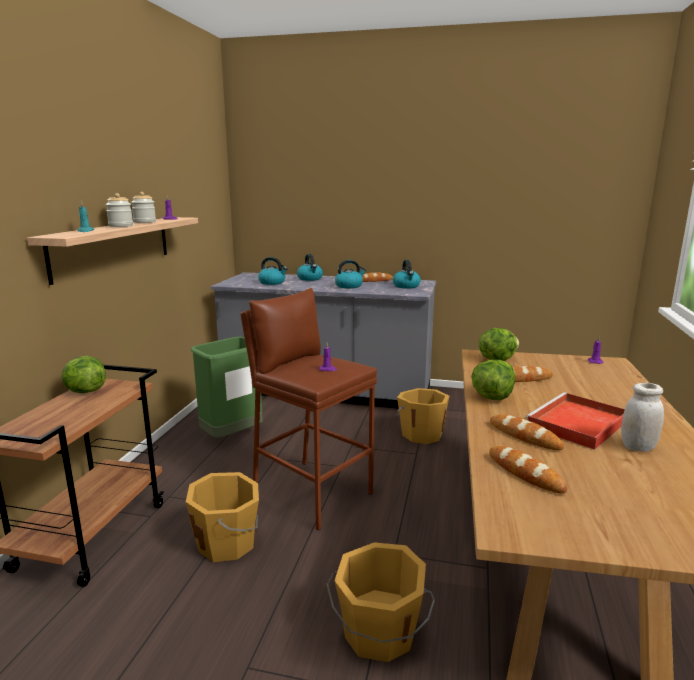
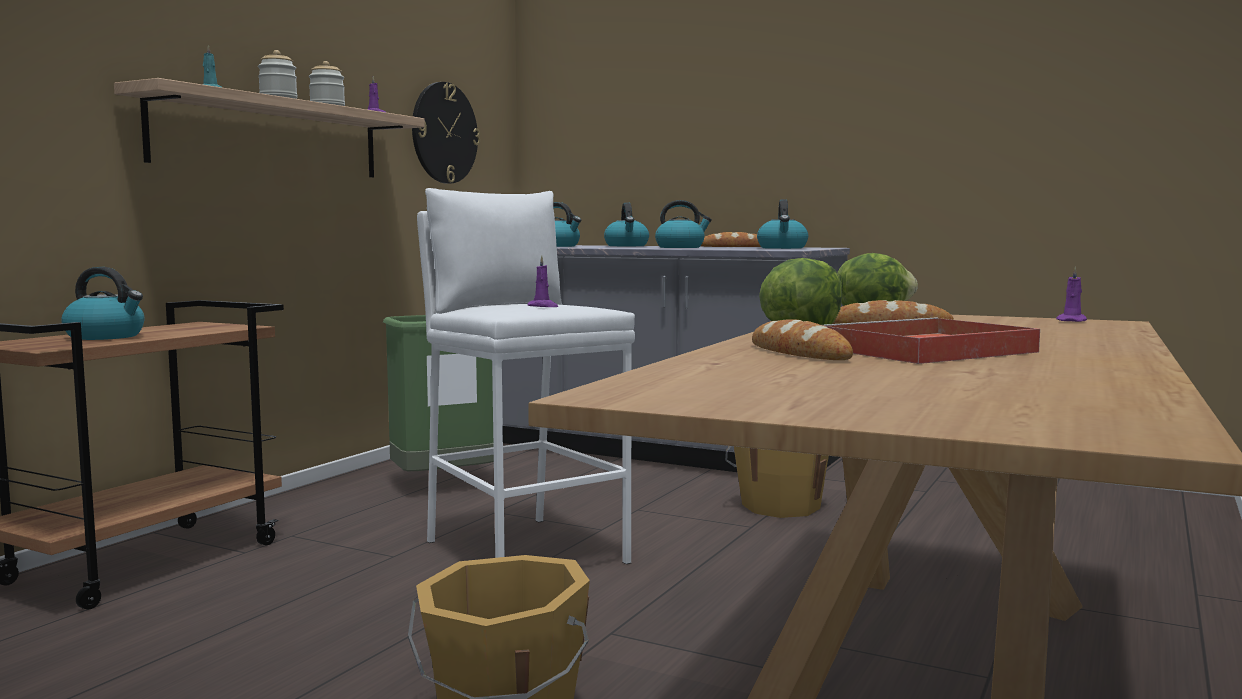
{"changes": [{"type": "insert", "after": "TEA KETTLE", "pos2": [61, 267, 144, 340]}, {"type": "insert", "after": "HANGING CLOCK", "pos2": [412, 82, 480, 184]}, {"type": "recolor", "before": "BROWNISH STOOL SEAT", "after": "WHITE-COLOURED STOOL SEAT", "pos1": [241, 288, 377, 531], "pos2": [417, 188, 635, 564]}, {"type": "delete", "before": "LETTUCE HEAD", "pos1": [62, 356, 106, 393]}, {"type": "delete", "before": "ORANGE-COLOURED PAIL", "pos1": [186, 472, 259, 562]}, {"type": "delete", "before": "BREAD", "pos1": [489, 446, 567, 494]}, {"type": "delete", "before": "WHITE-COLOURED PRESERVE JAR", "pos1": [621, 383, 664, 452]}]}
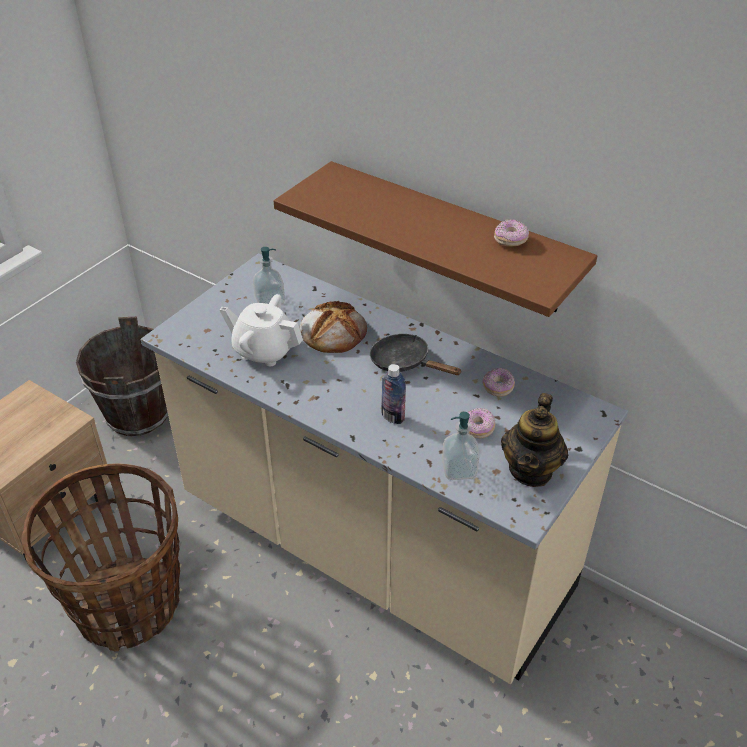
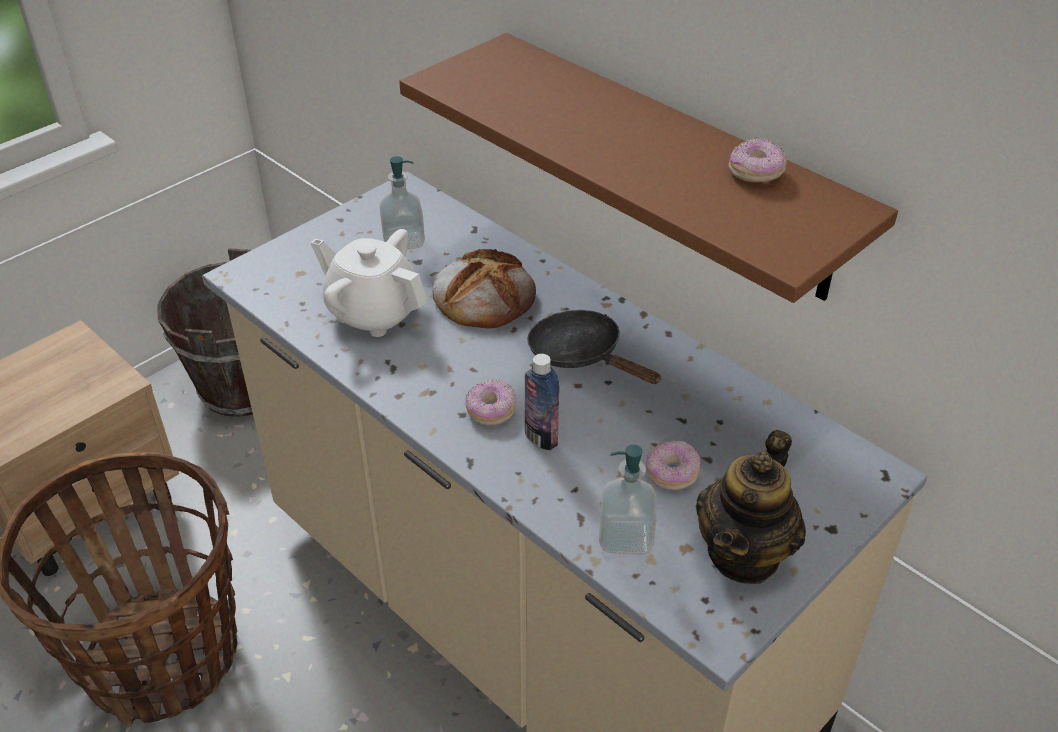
{"changes": [{"type": "move", "before": "RING DOUGHNUT", "pos1": [482, 368, 515, 397], "pos2": [465, 379, 516, 426]}]}
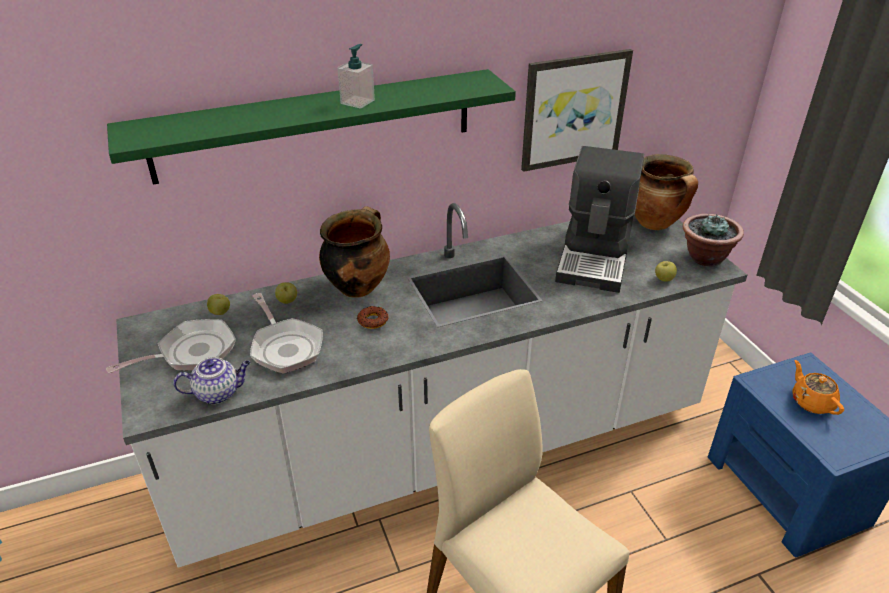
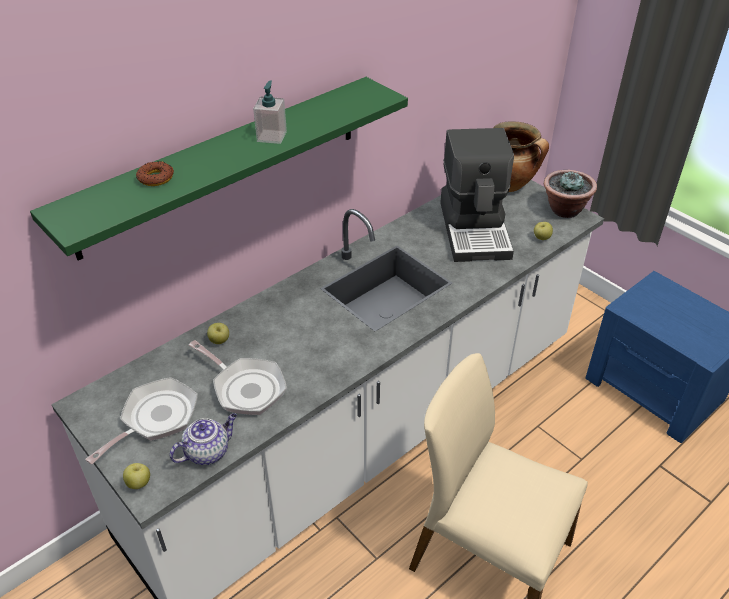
{"changes": [{"type": "move", "before": "WHOLE APPLE", "pos1": [207, 294, 230, 315], "pos2": [123, 463, 150, 489]}, {"type": "move", "before": "RING DOUGHNUT", "pos1": [357, 306, 389, 329], "pos2": [136, 161, 174, 186]}, {"type": "delete", "before": "COOKING POT", "pos1": [319, 206, 390, 298]}, {"type": "delete", "before": "PICTURE", "pos1": [521, 49, 633, 172]}, {"type": "delete", "before": "ORANGE-COLOURED TEA POT", "pos1": [792, 360, 844, 415]}]}
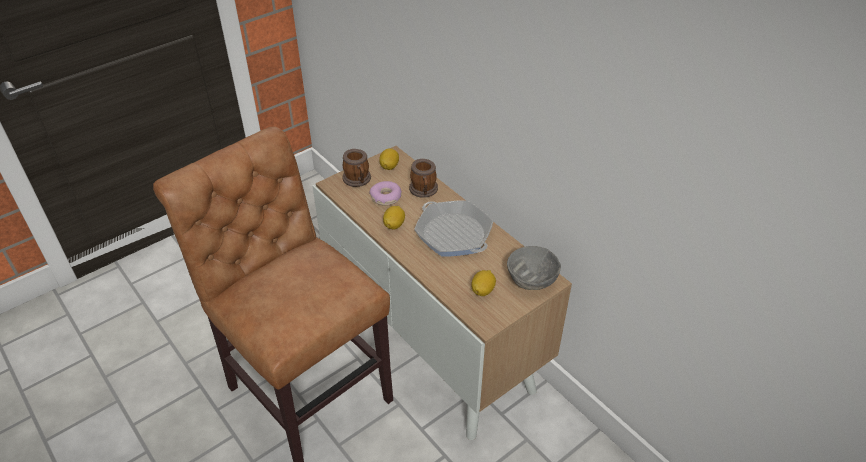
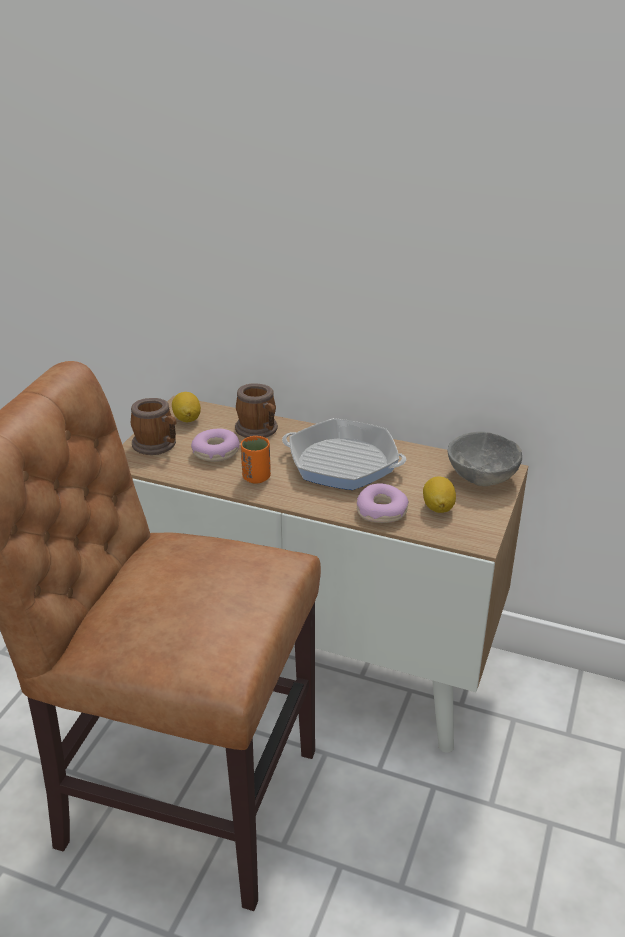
{"changes": [{"type": "replace", "before": "LEMON", "after": "ORANGE-COLOURED SMALL CUP", "pos1": [383, 206, 405, 229], "pos2": [241, 436, 271, 484]}, {"type": "insert", "after": "RING DOUGHNUT", "pos2": [357, 483, 409, 523]}]}
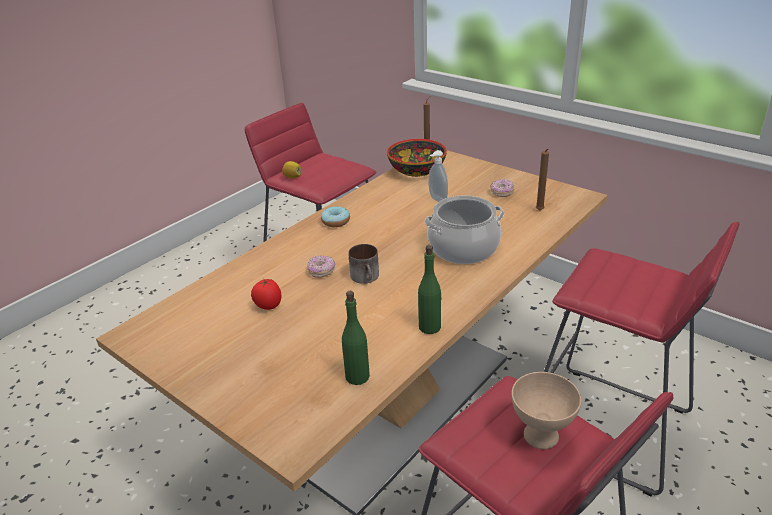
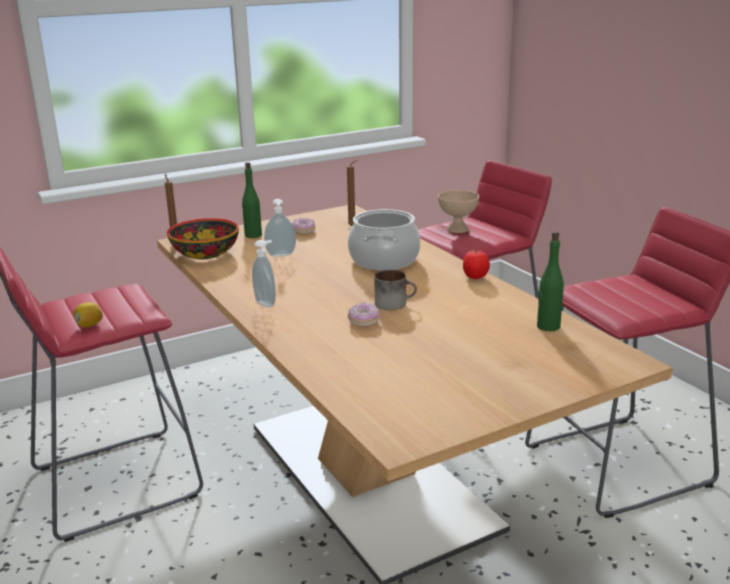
{"changes": [{"type": "move", "before": "GREENISH BOTTLE", "pos1": [418, 245, 442, 334], "pos2": [242, 162, 262, 238]}, {"type": "replace", "before": "RING DOUGHNUT", "after": "SOAP DISPENSER", "pos1": [321, 206, 350, 227], "pos2": [252, 240, 276, 308]}, {"type": "move", "before": "BEIGE-COLOURED SERVING BOWL", "pos1": [511, 372, 581, 449], "pos2": [438, 190, 479, 233]}, {"type": "move", "before": "TOMATO", "pos1": [251, 279, 282, 310], "pos2": [463, 250, 490, 279]}]}
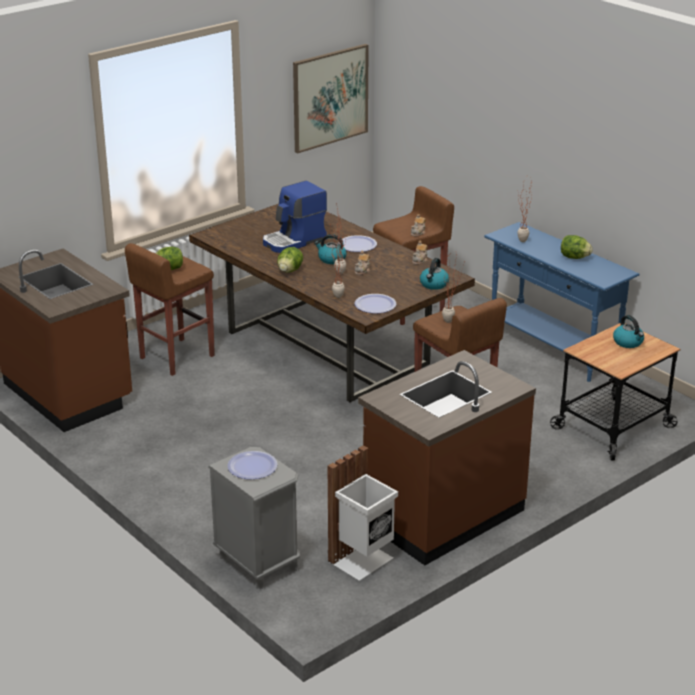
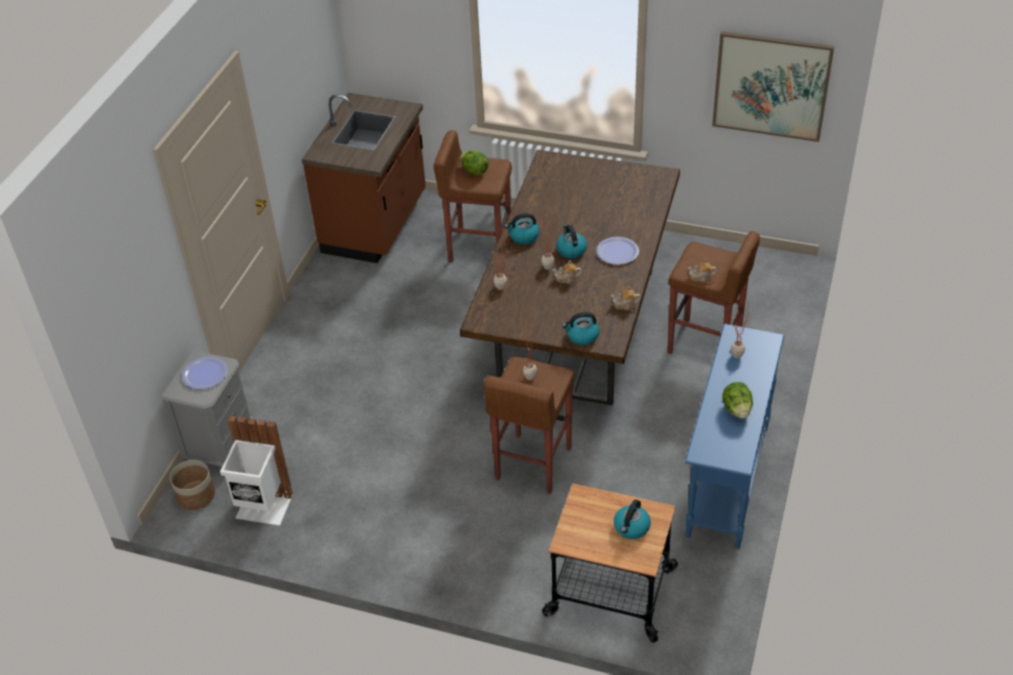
{"changes": [{"type": "insert", "after": "FLOWER POT", "pos2": [170, 460, 215, 510]}, {"type": "replace", "before": "LETTUCE HEAD", "after": "TEA KETTLE", "pos1": [277, 247, 303, 273], "pos2": [505, 213, 540, 244]}, {"type": "delete", "before": "COFFEE BREWER", "pos1": [263, 181, 327, 253]}, {"type": "delete", "before": "FLAT DISH", "pos1": [355, 294, 396, 313]}, {"type": "delete", "before": "BROWNISH KITCHEN COUNTER", "pos1": [358, 350, 536, 565]}]}
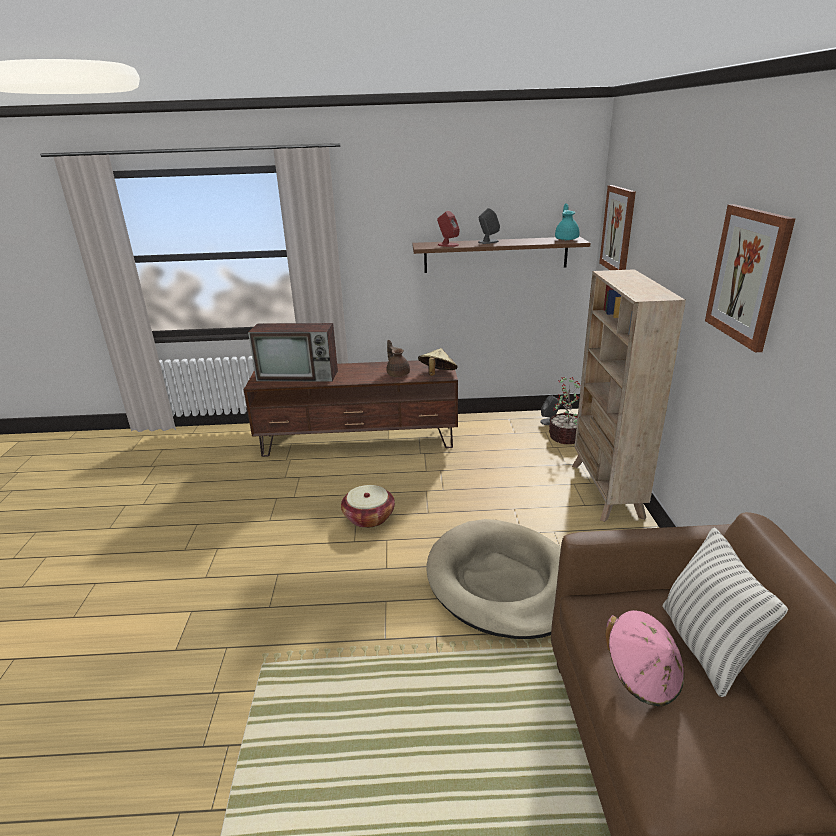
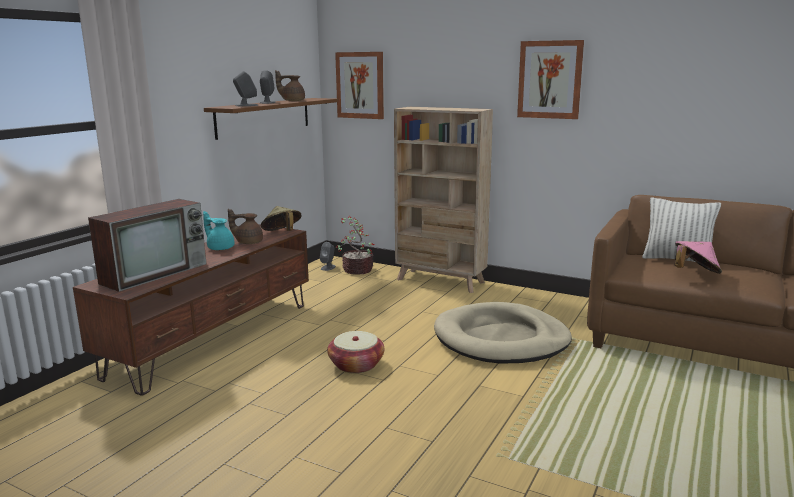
{"changes": [{"type": "move", "before": "BLUE-GREEN TEA POT", "pos1": [555, 203, 579, 240], "pos2": [203, 211, 235, 250]}, {"type": "recolor", "before": "REDDISH LOUDSPEAKER", "after": "GREY LOUDSPEAKER", "pos1": [437, 211, 459, 247], "pos2": [233, 71, 258, 106]}, {"type": "insert", "after": "BROWNISH TEA POT", "pos2": [275, 70, 305, 101]}]}
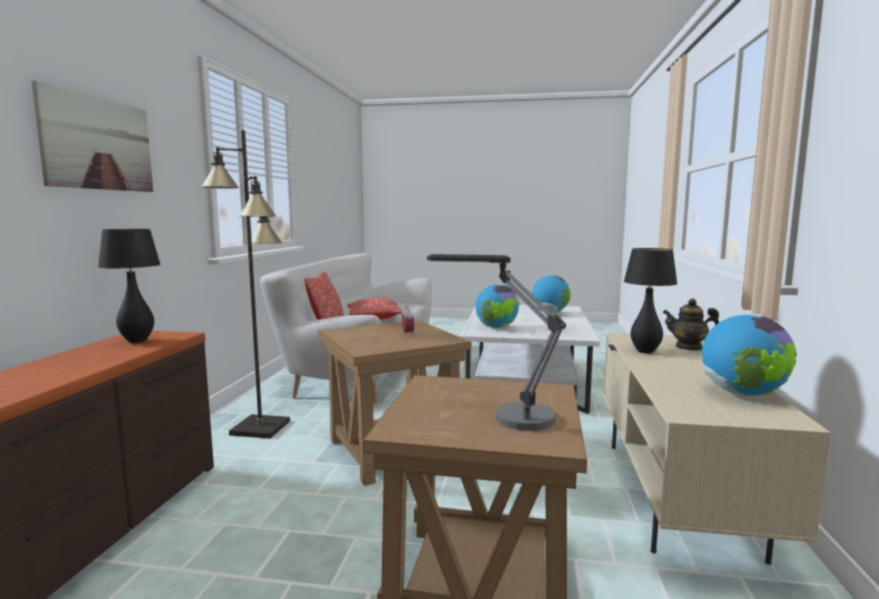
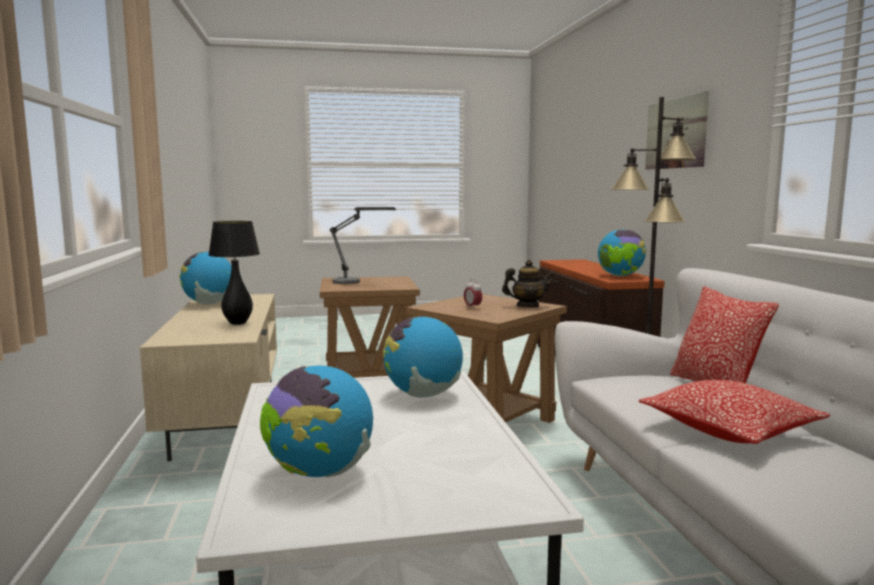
{"changes": [{"type": "move", "before": "TEA POT", "pos1": [663, 299, 719, 350], "pos2": [502, 260, 554, 307]}, {"type": "replace", "before": "BLACK LAMP FOR A TABLE", "after": "DESK GLOBE", "pos1": [98, 229, 161, 343], "pos2": [598, 229, 646, 276]}]}
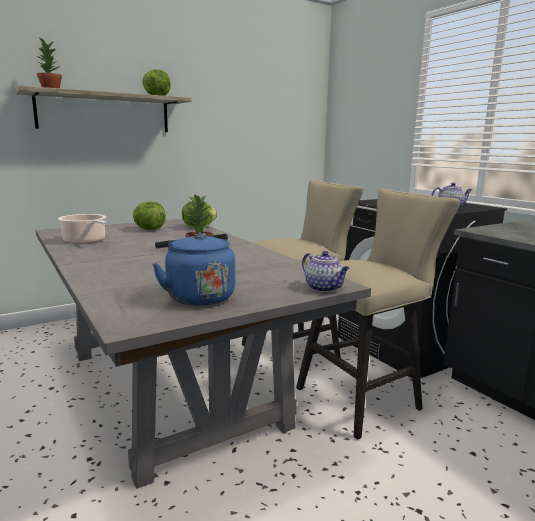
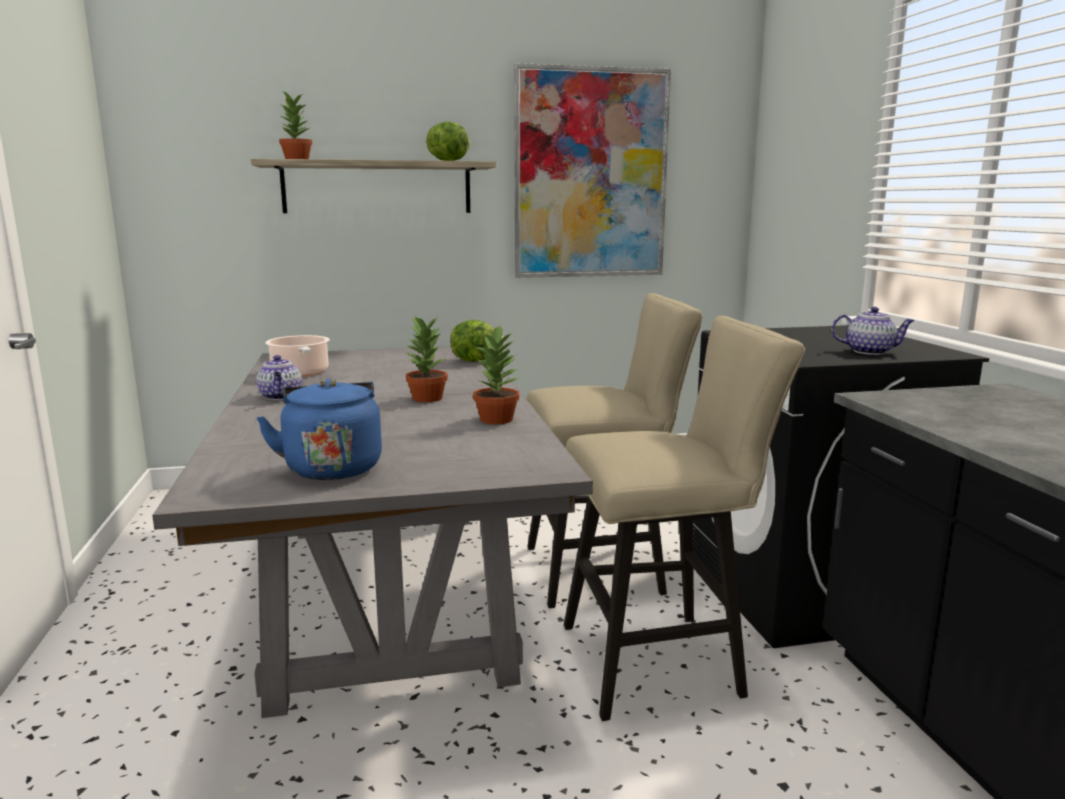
{"changes": [{"type": "move", "before": "TEA POT", "pos1": [302, 251, 350, 292], "pos2": [256, 355, 302, 400]}, {"type": "insert", "after": "HOUSEPLANT", "pos2": [473, 325, 520, 424]}, {"type": "insert", "after": "PICTURE", "pos2": [514, 63, 671, 278]}, {"type": "delete", "before": "LETTUCE HEAD", "pos1": [133, 201, 166, 230]}]}
